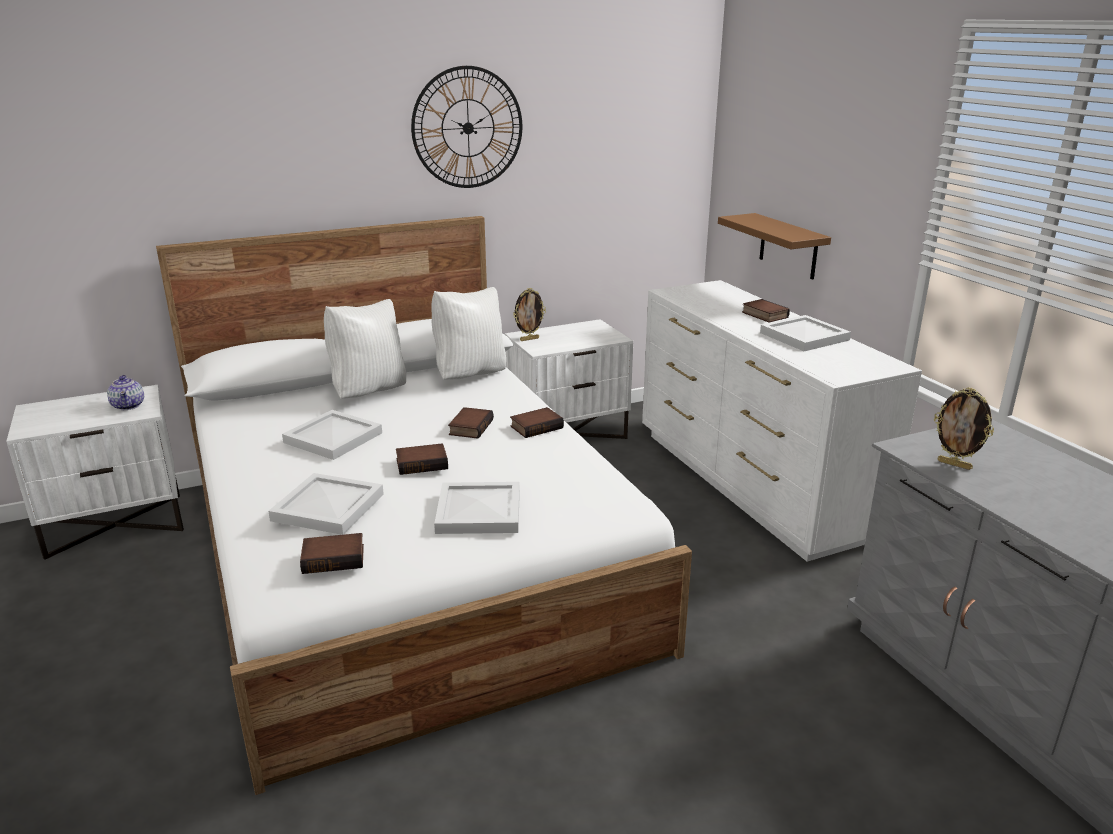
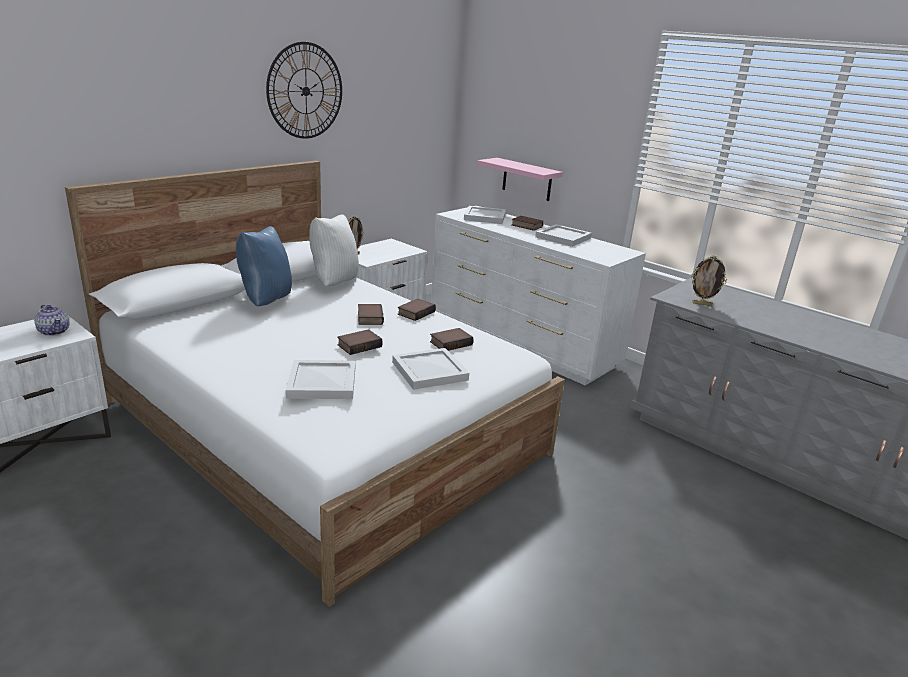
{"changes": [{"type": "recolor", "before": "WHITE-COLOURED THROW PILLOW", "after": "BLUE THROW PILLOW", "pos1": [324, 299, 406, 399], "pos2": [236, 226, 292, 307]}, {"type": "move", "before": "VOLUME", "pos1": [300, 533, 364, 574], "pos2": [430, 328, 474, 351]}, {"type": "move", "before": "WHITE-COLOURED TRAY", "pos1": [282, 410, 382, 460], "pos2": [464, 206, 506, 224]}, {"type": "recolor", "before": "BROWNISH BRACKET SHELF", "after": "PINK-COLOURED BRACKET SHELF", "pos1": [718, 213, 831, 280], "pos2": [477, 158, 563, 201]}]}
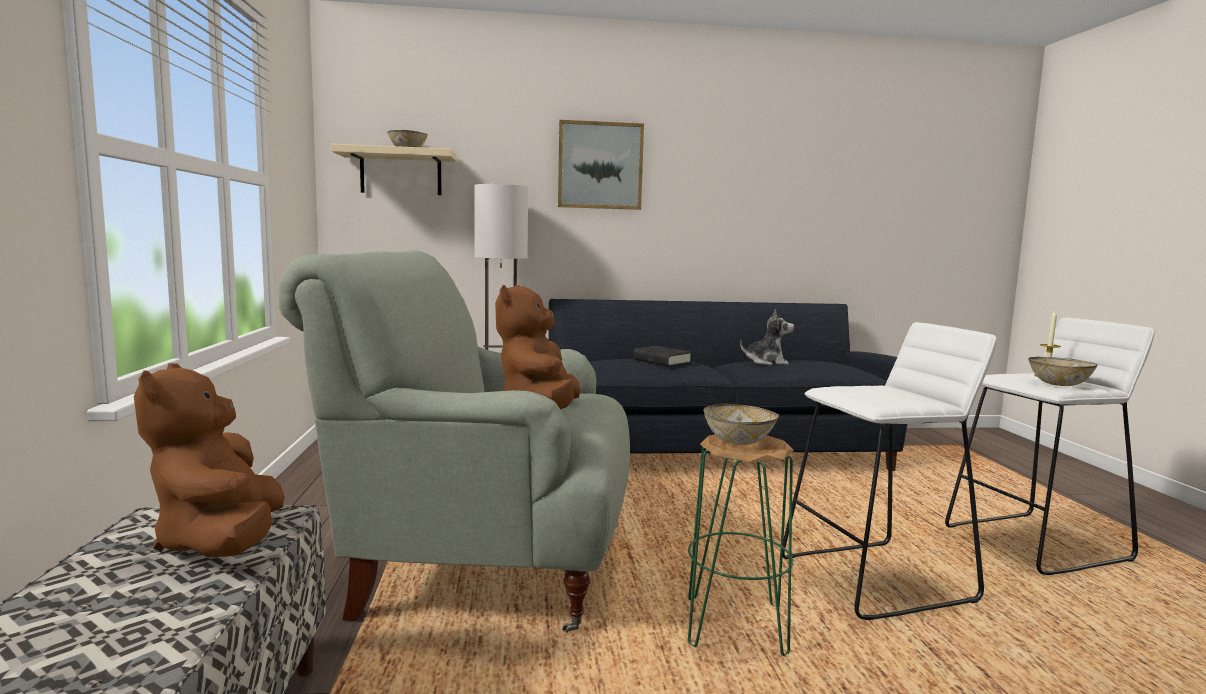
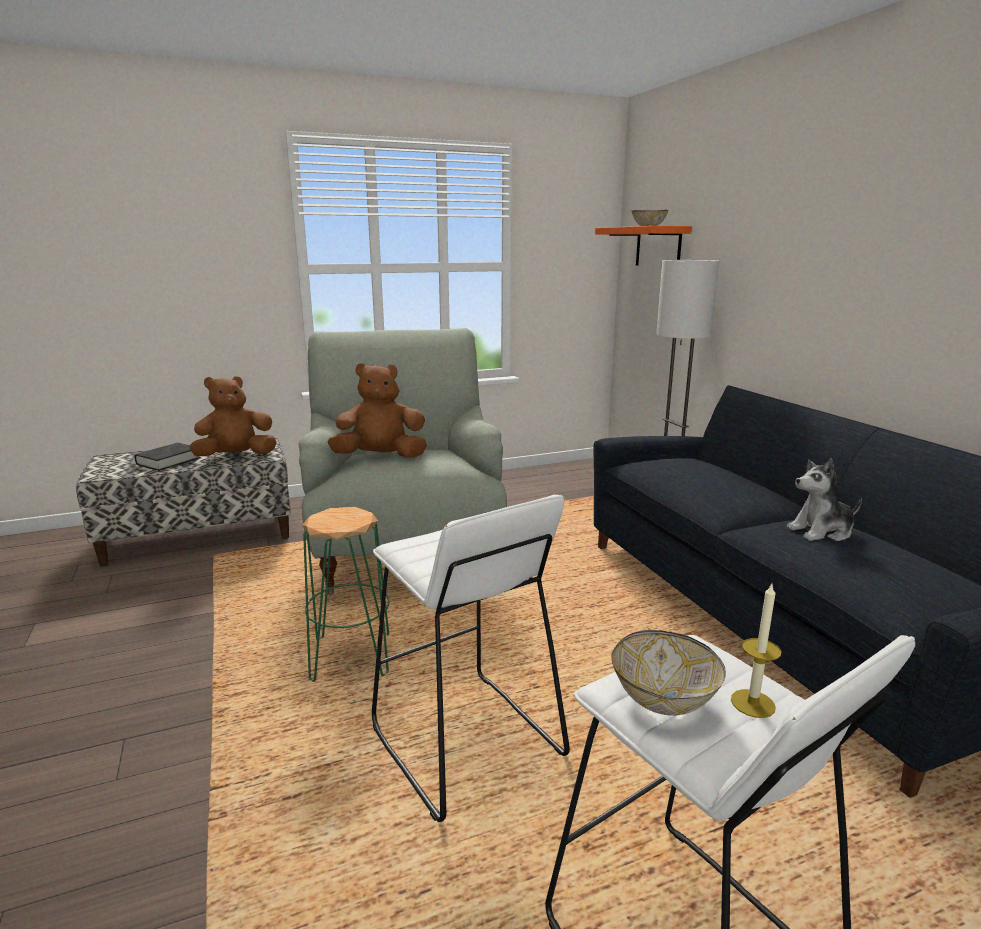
{"changes": [{"type": "move", "before": "BLACK VOLUME", "pos1": [633, 346, 692, 366], "pos2": [134, 443, 201, 471]}, {"type": "recolor", "before": "BEIGE-COLOURED BRACKET SHELF", "after": "ORANGE-COLOURED BRACKET SHELF", "pos1": [331, 144, 456, 195], "pos2": [595, 226, 692, 266]}, {"type": "rotate", "before": "PLUSH TOY", "pos1": [740, 309, 794, 365], "pos2": [787, 459, 862, 541], "turn": 90}, {"type": "delete", "before": "PICTURE", "pos1": [558, 120, 644, 210]}, {"type": "delete", "before": "SERVING BOWL", "pos1": [704, 403, 779, 445]}]}
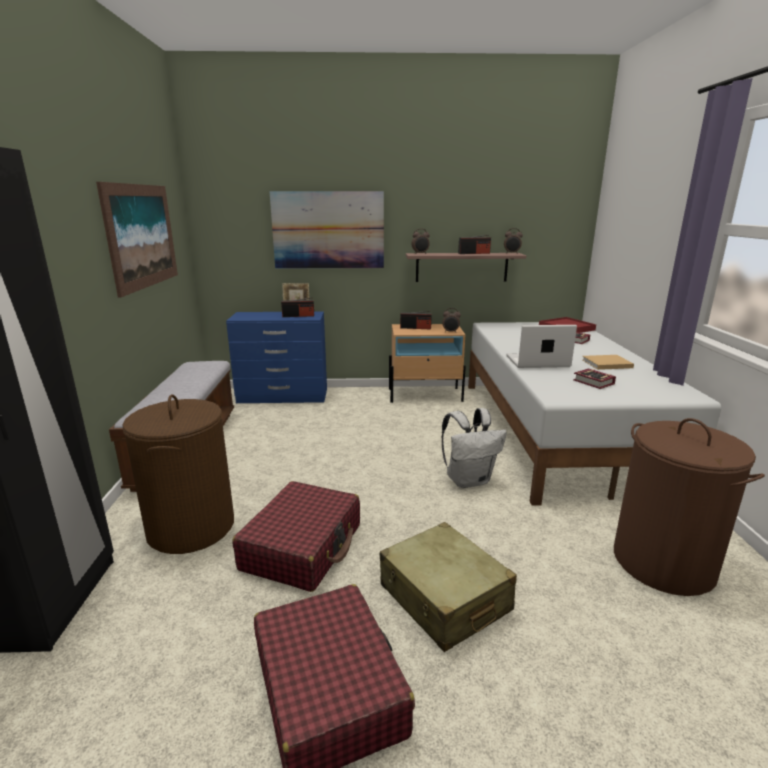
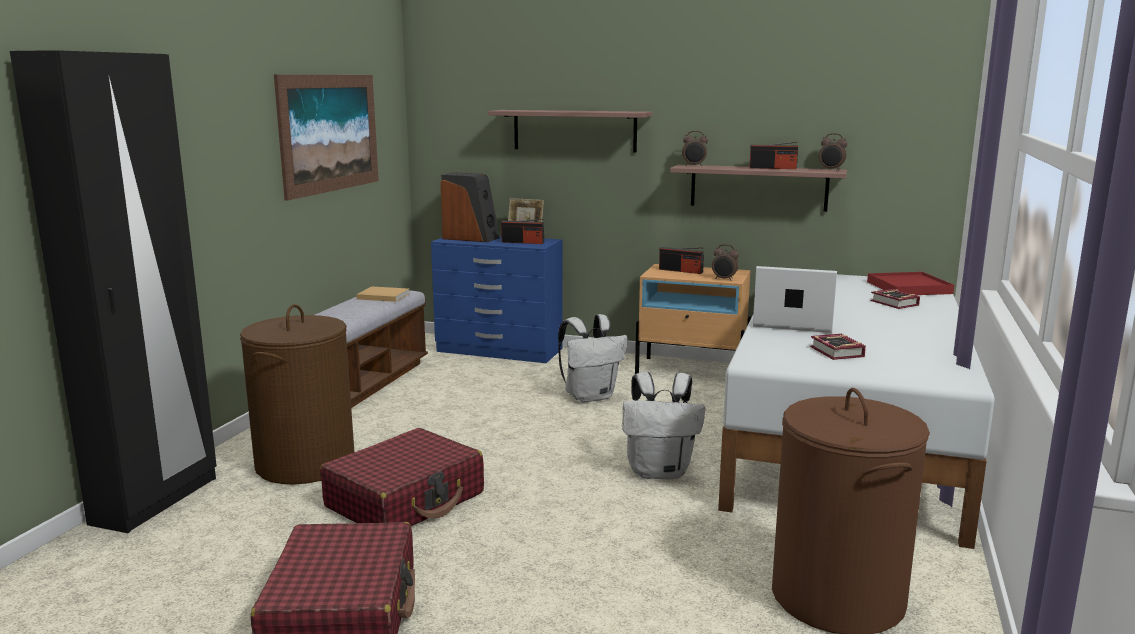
{"changes": [{"type": "move", "before": "BEIGE-COLOURED VOLUME", "pos1": [583, 355, 634, 370], "pos2": [356, 286, 410, 302]}, {"type": "insert", "after": "LOUDSPEAKER", "pos2": [440, 172, 500, 242]}, {"type": "replace", "before": "PICTURE", "after": "BRACKET SHELF", "pos1": [269, 191, 384, 268], "pos2": [488, 110, 652, 153]}, {"type": "insert", "after": "WHITE-COLOURED BACKPACK", "pos2": [558, 314, 627, 403]}, {"type": "delete", "before": "BEIGE-COLOURED TRAVEL CASE", "pos1": [380, 522, 517, 652]}]}
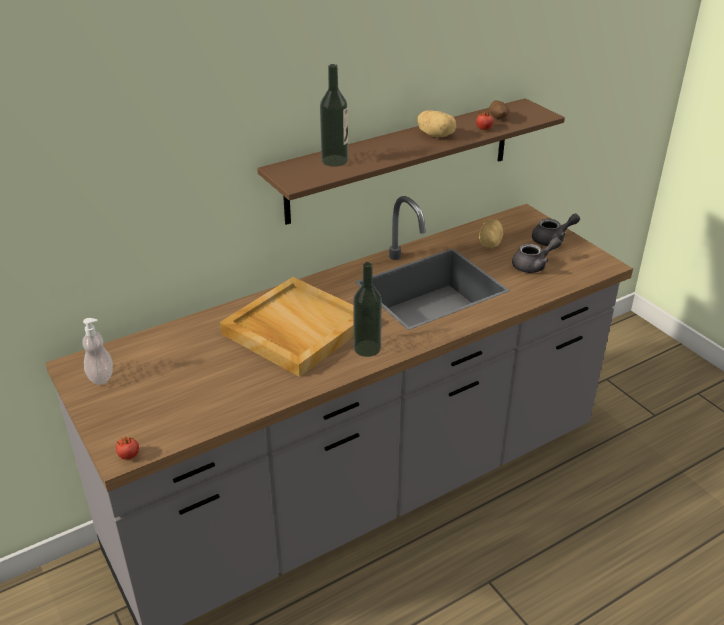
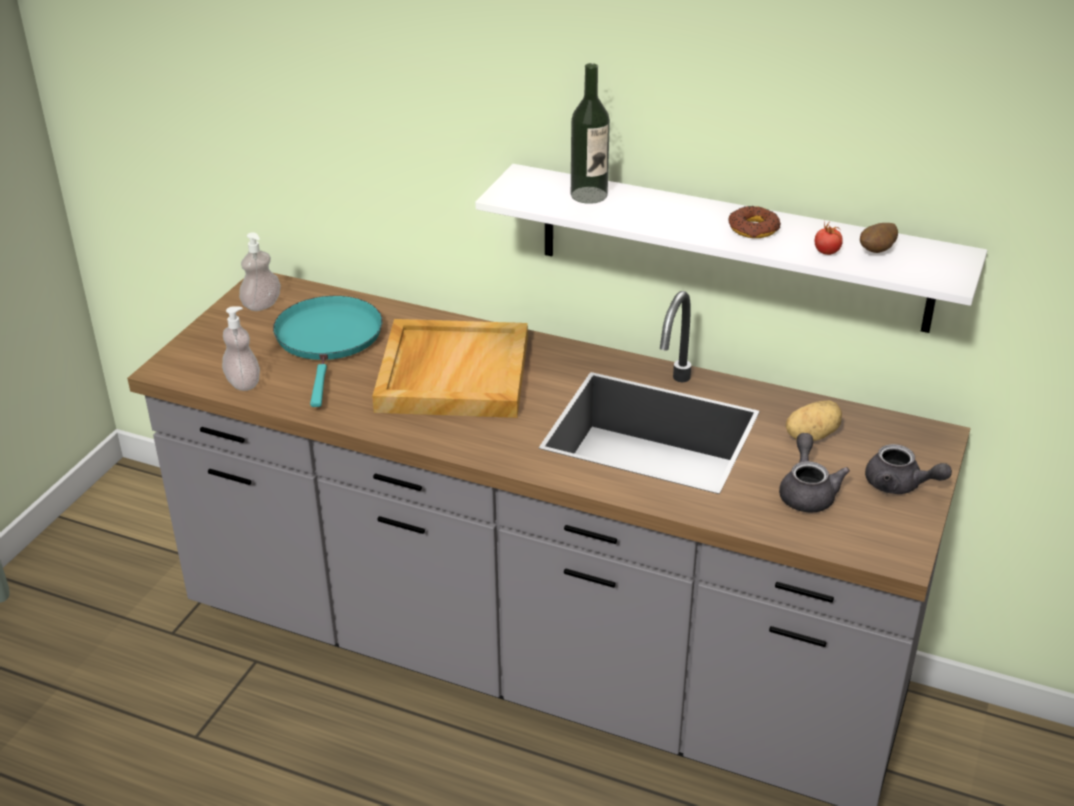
{"changes": [{"type": "insert", "after": "SOAP DISPENSER", "pos2": [222, 306, 260, 391]}, {"type": "insert", "after": "BLUE-GREEN SKILLET", "pos2": [273, 296, 383, 407]}, {"type": "recolor", "before": "BROWNISH BRACKET SHELF", "after": "WHITE-COLOURED BRACKET SHELF", "pos1": [257, 98, 565, 225], "pos2": [475, 164, 987, 333]}, {"type": "replace", "before": "SPUD", "after": "RING DOUGHNUT", "pos1": [417, 110, 456, 137], "pos2": [728, 206, 781, 238]}, {"type": "rotate", "before": "GREY TEA POT", "pos1": [512, 237, 561, 273], "pos2": [779, 433, 850, 513], "turn": -120}, {"type": "delete", "before": "TOMATO", "pos1": [116, 436, 139, 460]}, {"type": "delete", "before": "BOTTLE", "pos1": [353, 262, 382, 357]}]}
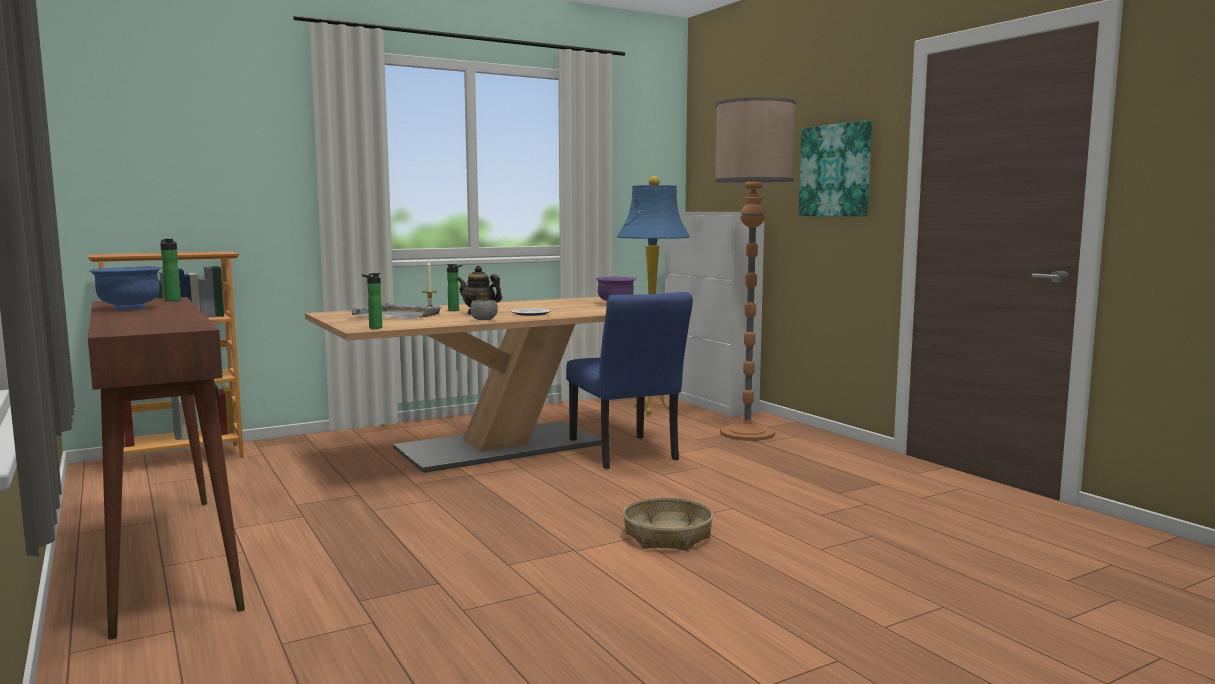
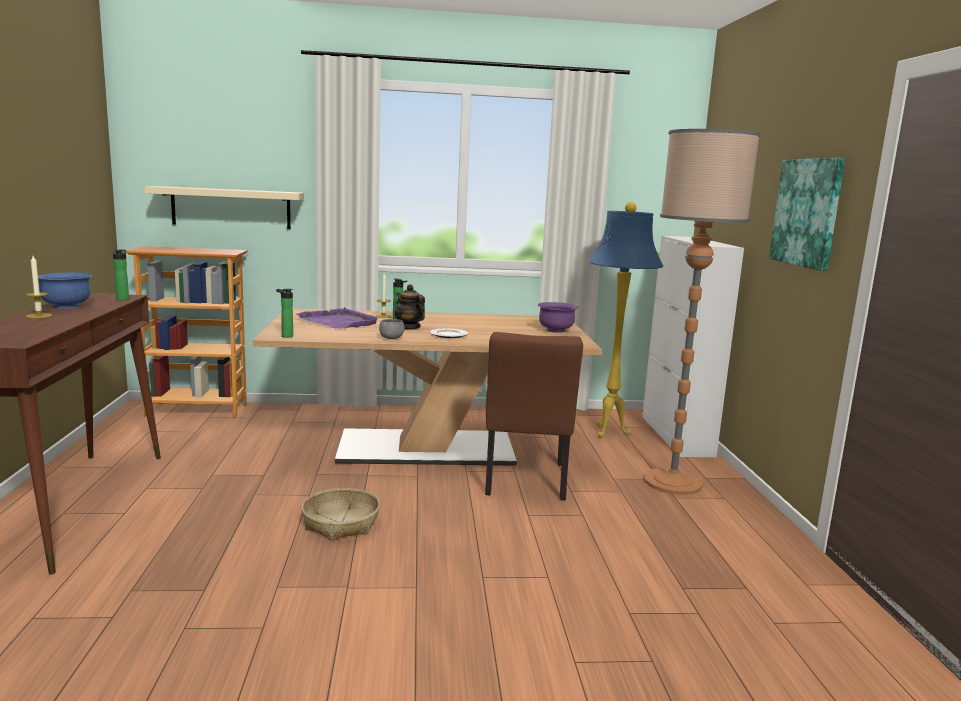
{"changes": [{"type": "insert", "after": "WAX LIGHT", "pos2": [26, 256, 52, 318]}, {"type": "insert", "after": "BEIGE-COLOURED BRACKET SHELF", "pos2": [144, 186, 304, 229]}, {"type": "recolor", "before": "GREY TRAY", "after": "PURPLE-COLOURED TRAY", "pos1": [348, 302, 442, 319], "pos2": [296, 307, 379, 329]}, {"type": "move", "before": "STORAGE BASKET", "pos1": [623, 497, 713, 551], "pos2": [302, 488, 380, 541]}, {"type": "recolor", "before": "BLUE UPRIGHT CHAIR", "after": "BROWNISH UPRIGHT CHAIR", "pos1": [566, 292, 693, 469], "pos2": [485, 332, 583, 500]}]}
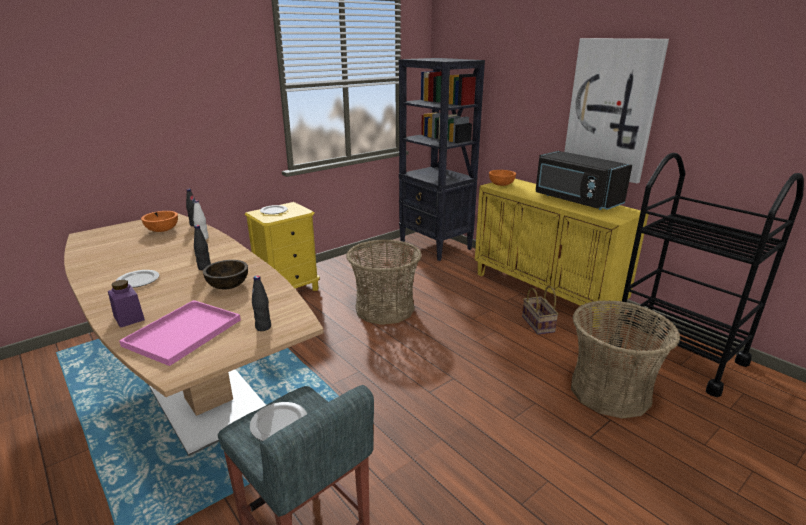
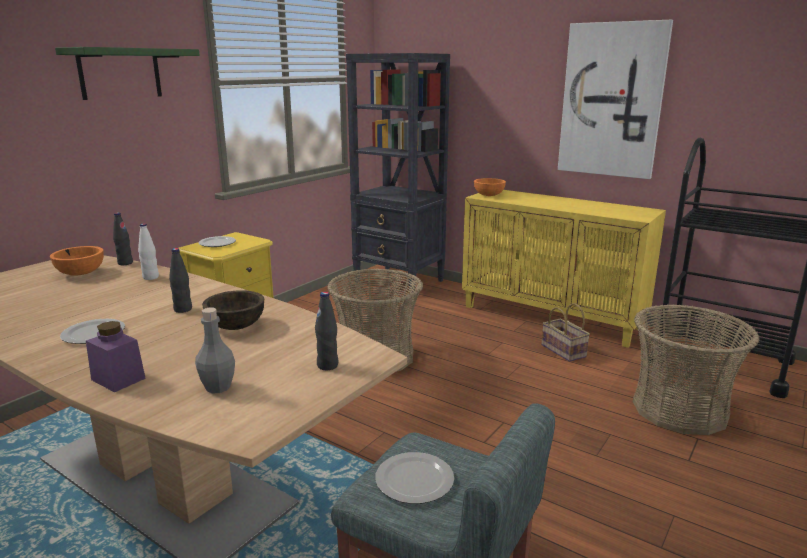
{"changes": [{"type": "insert", "after": "GREENISH BRACKET SHELF", "pos2": [55, 47, 200, 100]}, {"type": "replace", "before": "PINK-COLOURED TRAY", "after": "GREY BOTTLE", "pos1": [119, 300, 241, 366], "pos2": [195, 307, 235, 393]}, {"type": "delete", "before": "BLACK KITCHEN MICROWAVE", "pos1": [535, 151, 632, 210]}]}
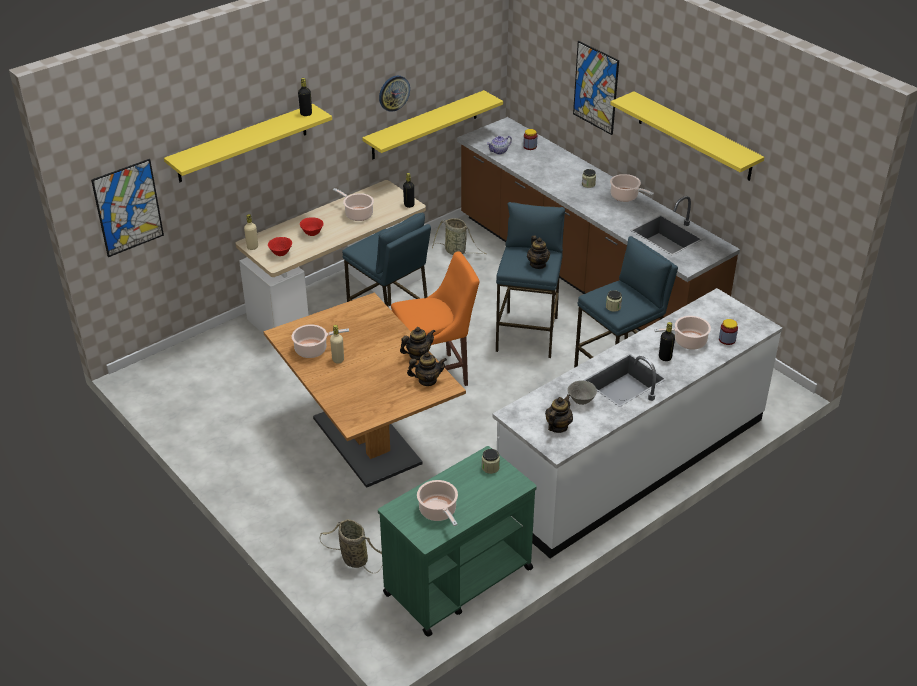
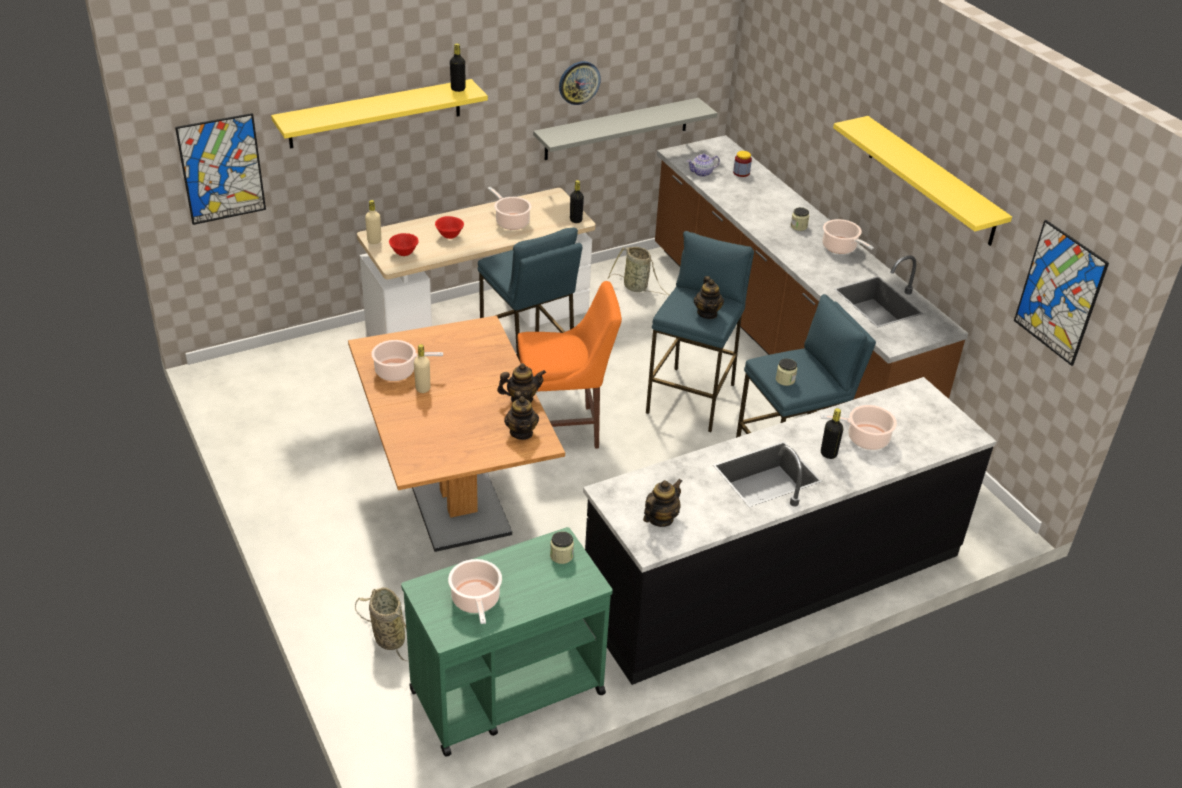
{"changes": [{"type": "rotate", "before": "TEA POT", "pos1": [407, 352, 447, 386], "pos2": [504, 391, 539, 440], "turn": 75}, {"type": "recolor", "before": "YELLOWISH BRACKET SHELF", "after": "GREY BRACKET SHELF", "pos1": [362, 90, 503, 159], "pos2": [533, 98, 717, 160]}, {"type": "recolor", "before": "WHITE-COLOURED KITCHEN COUNTER", "after": "BLACK KITCHEN COUNTER", "pos1": [492, 288, 783, 558], "pos2": [583, 377, 996, 685]}, {"type": "move", "before": "PICTURE", "pos1": [573, 41, 619, 135], "pos2": [1014, 220, 1109, 366]}, {"type": "delete", "before": "GREY SERVING BOWL", "pos1": [567, 381, 597, 405]}, {"type": "delete", "before": "PRESERVE JAR", "pos1": [719, 319, 738, 345]}]}
